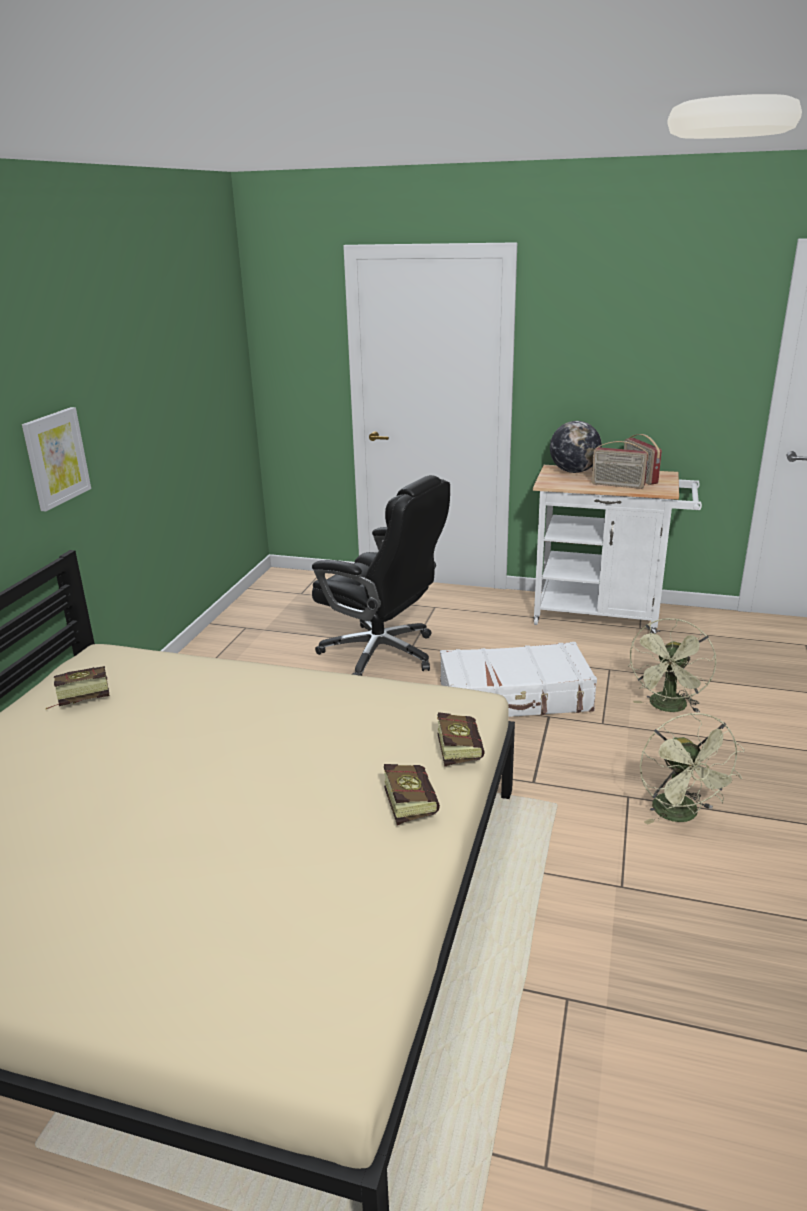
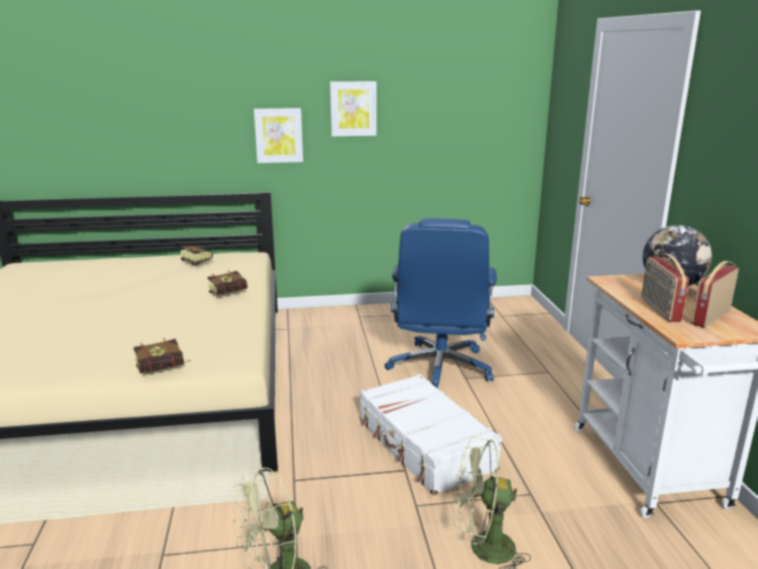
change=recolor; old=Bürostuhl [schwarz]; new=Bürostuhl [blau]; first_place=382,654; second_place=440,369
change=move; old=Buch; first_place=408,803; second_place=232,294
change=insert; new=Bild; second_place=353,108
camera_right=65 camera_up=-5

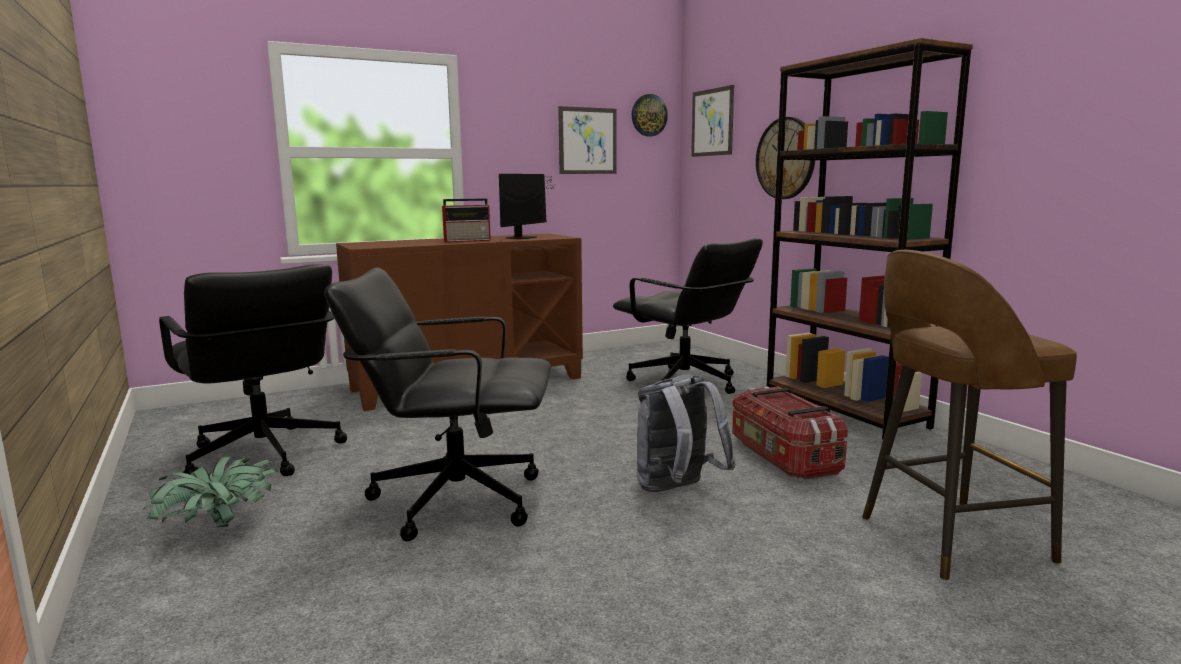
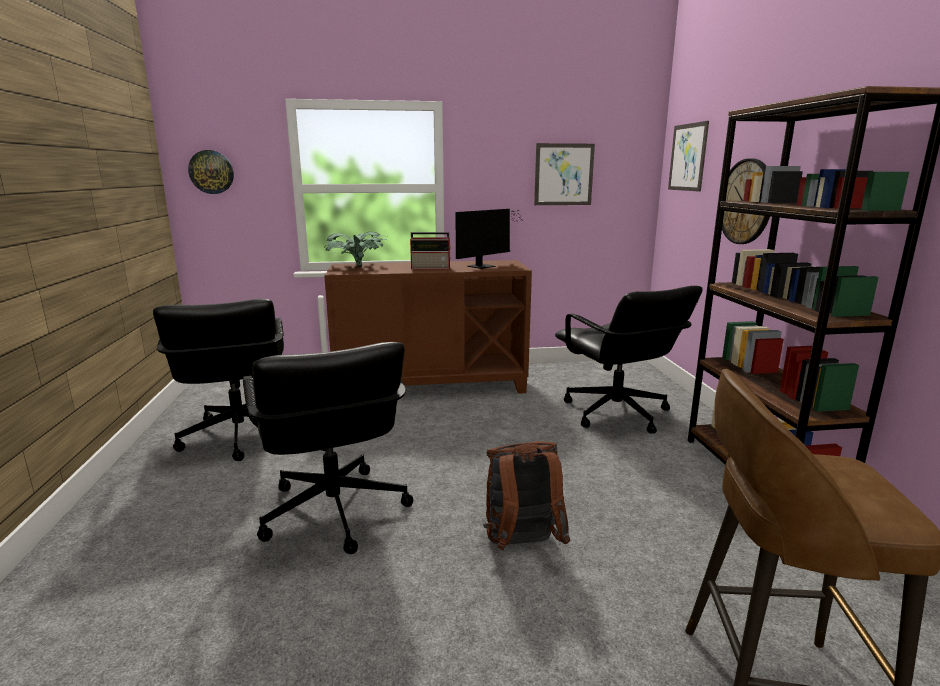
change=move; old=Topfpflanze; first_place=218,528; second_place=357,266
change=rotate; old=Bürostuhl [schwarz]; first_place=455,499; second_place=333,512; degrees=-135
change=move; old=Wanduhr; first_place=648,115; second_place=211,172
change=recolor; old=Rucksack [grau]; new=Rucksack [braun]; first_place=677,490; second_place=521,545
change=delete; old=Aufbewahrungsbox; first_place=782,457
camera_right=20 camera_up=5

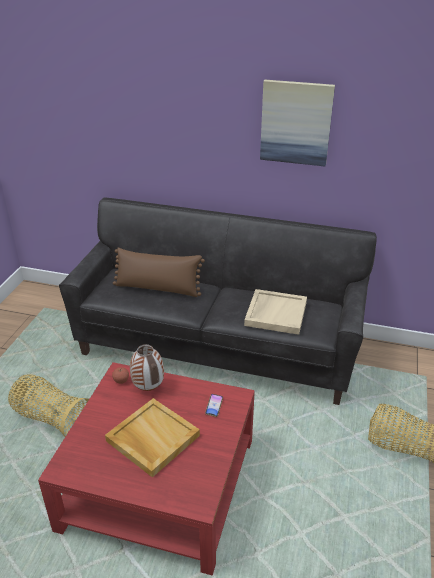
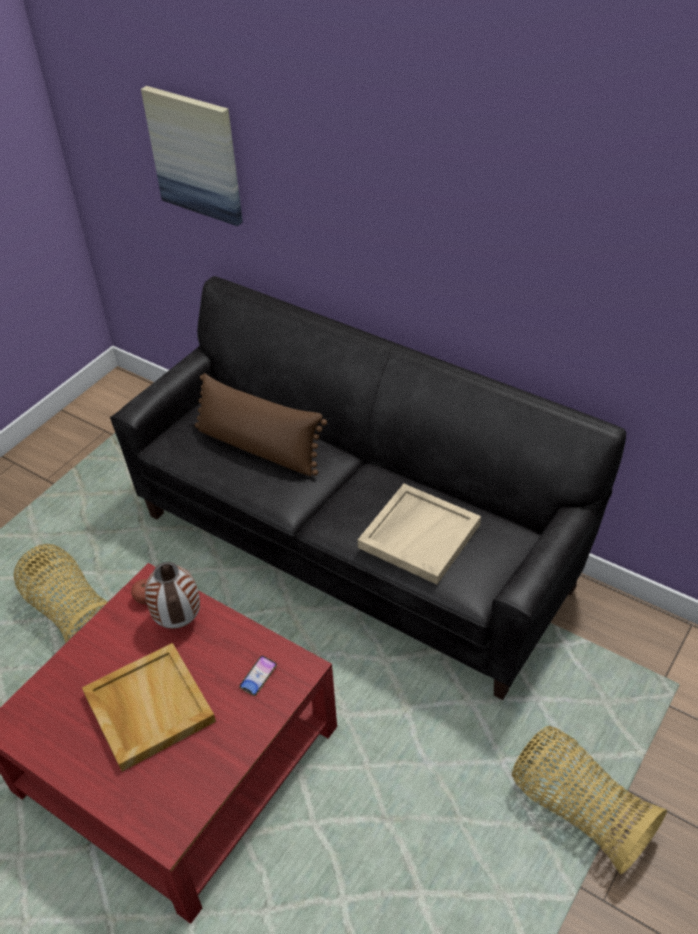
change=move; old=Bild; first_place=296,123; second_place=195,155
camera_right=20 camera_up=10

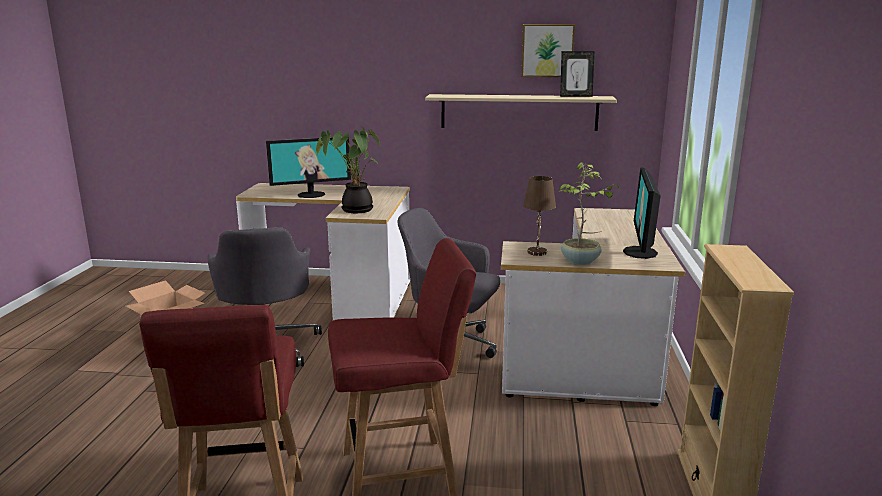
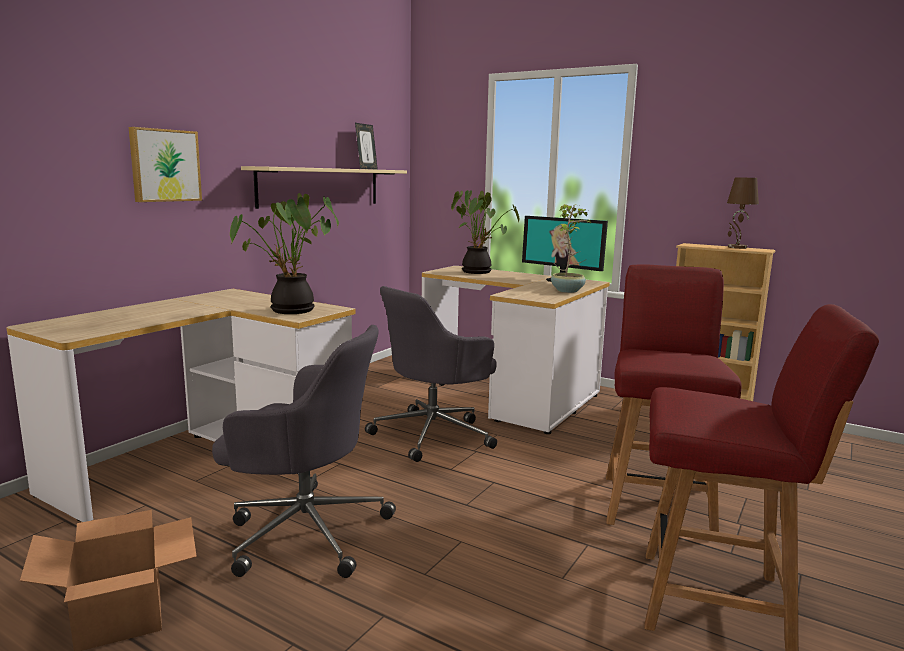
change=delete; old=Monitor; first_place=311,194
change=move; old=Bild; first_place=547,50; second_place=164,165
change=move; old=Tischlampe [braun]; first_place=537,252; second_place=736,247
change=insert; new=Topfpflanze; second_place=479,272
camera_right=-65 camera_up=-5

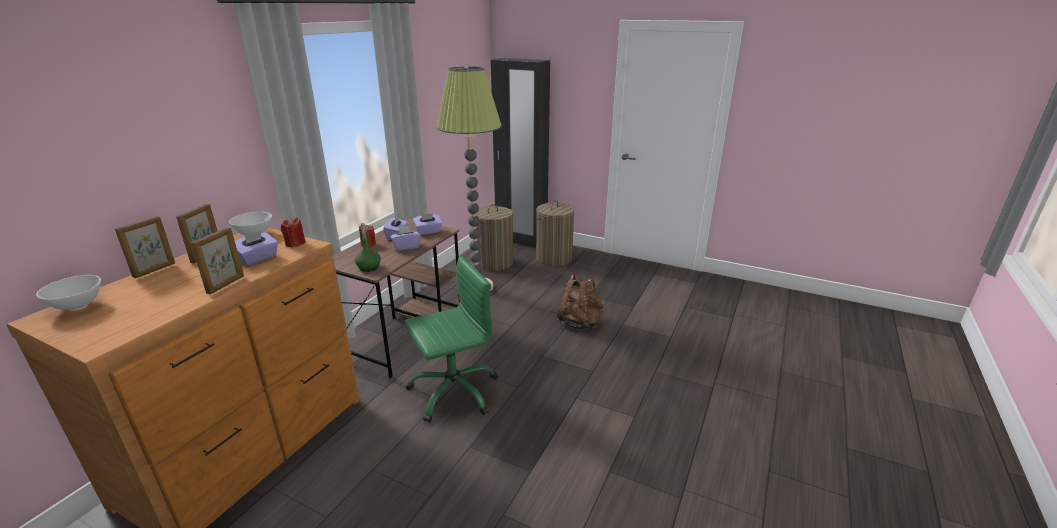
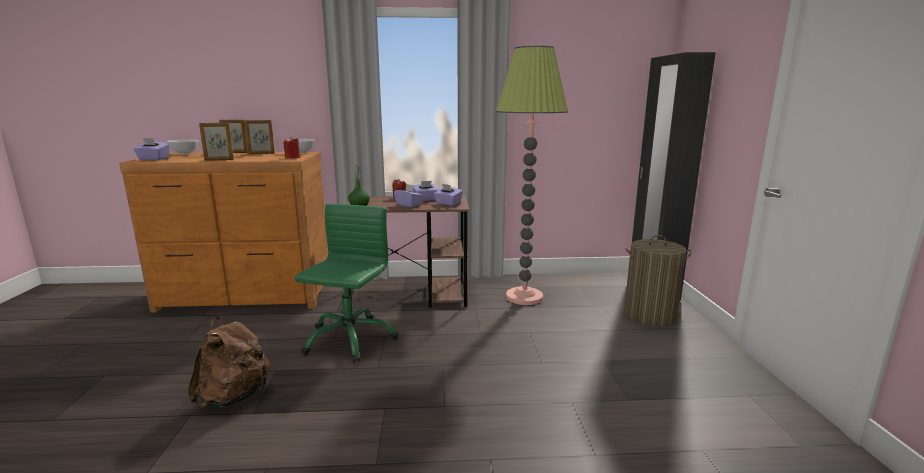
change=move; old=Taschentuchbox [lila]; first_place=258,259; second_place=153,159
change=rotate; old=Bürostuhl [grün]; first_place=453,391; second_place=349,339; degrees=-105
change=delete; old=Wäschekorb; first_place=495,262
change=move; old=Rucksack [braun]; first_place=579,323; second_place=234,397
camera_right=60 camera_up=-10

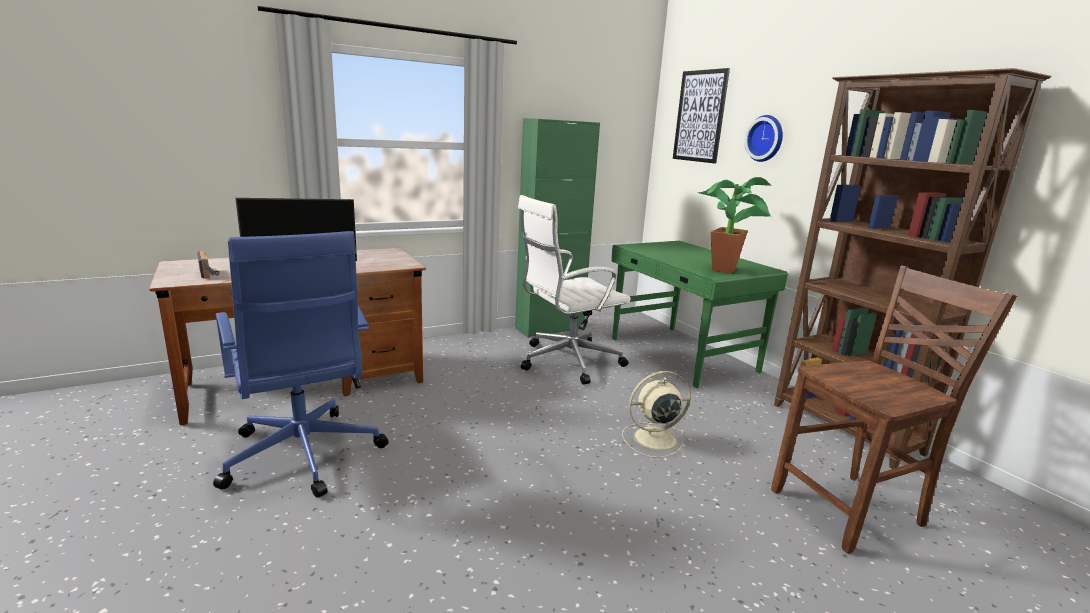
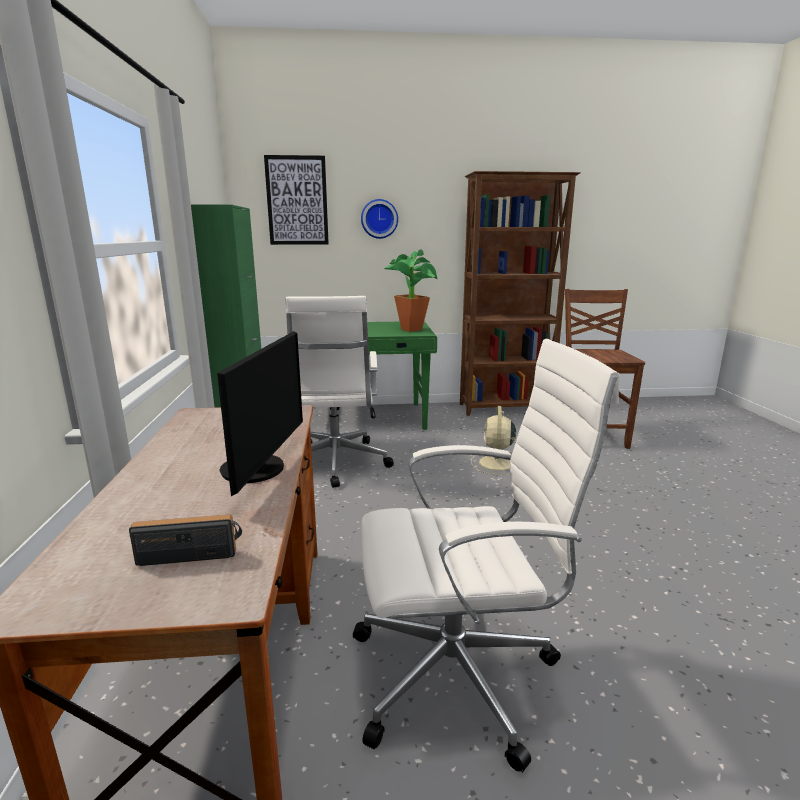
change=recolor; old=Bürostuhl [blau]; new=Bürostuhl [weiß]; first_place=303,457; second_place=460,673
camera_right=-65 camera_up=0

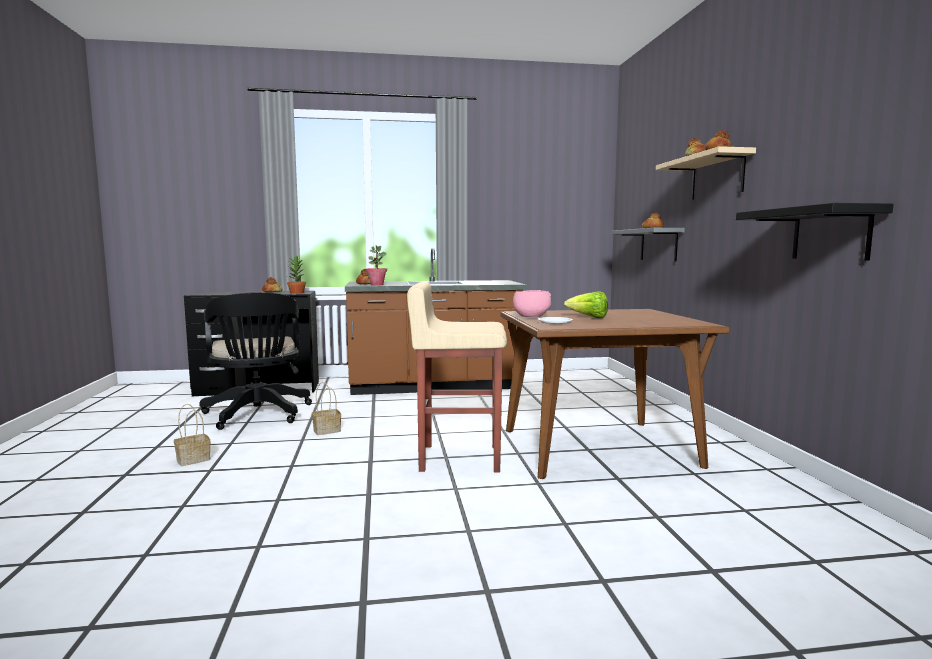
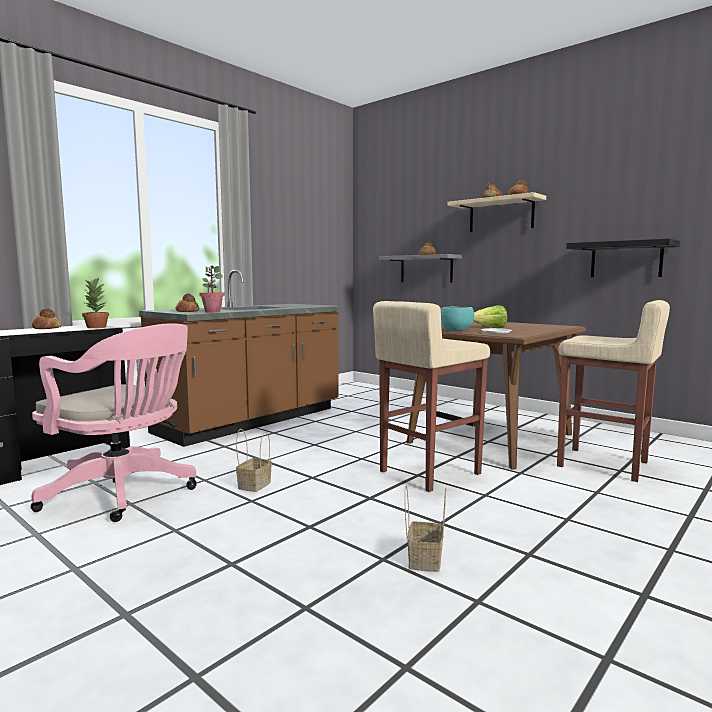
change=move; old=Korb; first_place=194,459; second_place=424,559
change=recolor; old=Bürostuhl [schwarz]; new=Bürostuhl [rosa]; first_place=258,415; second_place=124,493
change=recolor; old=Schüssel [rosa]; new=Schüssel [türkis]; first_place=530,317; second_place=455,331
change=insert; new=Hocker [beige]; second_place=604,465
camera_right=-40 camera_up=0

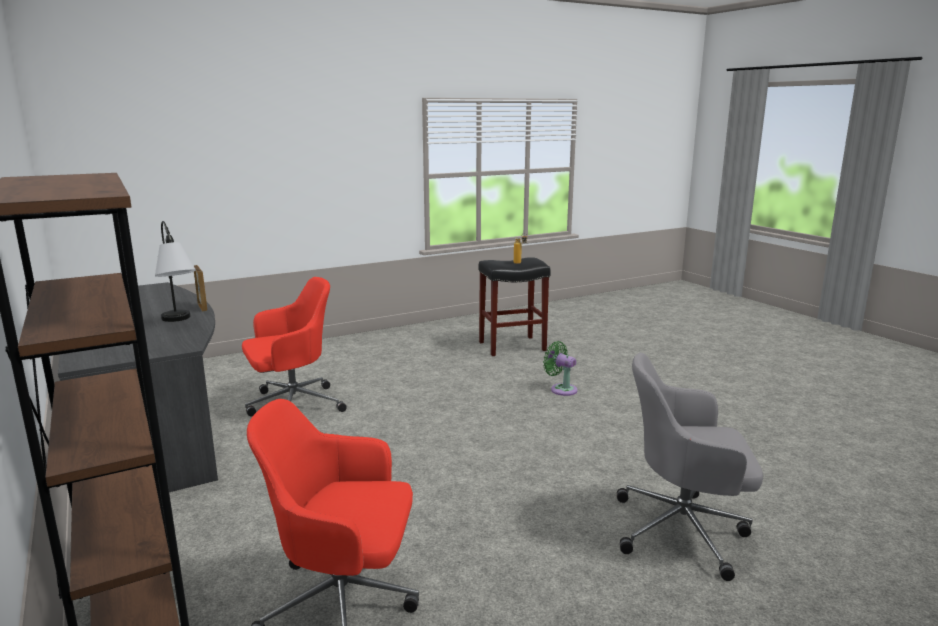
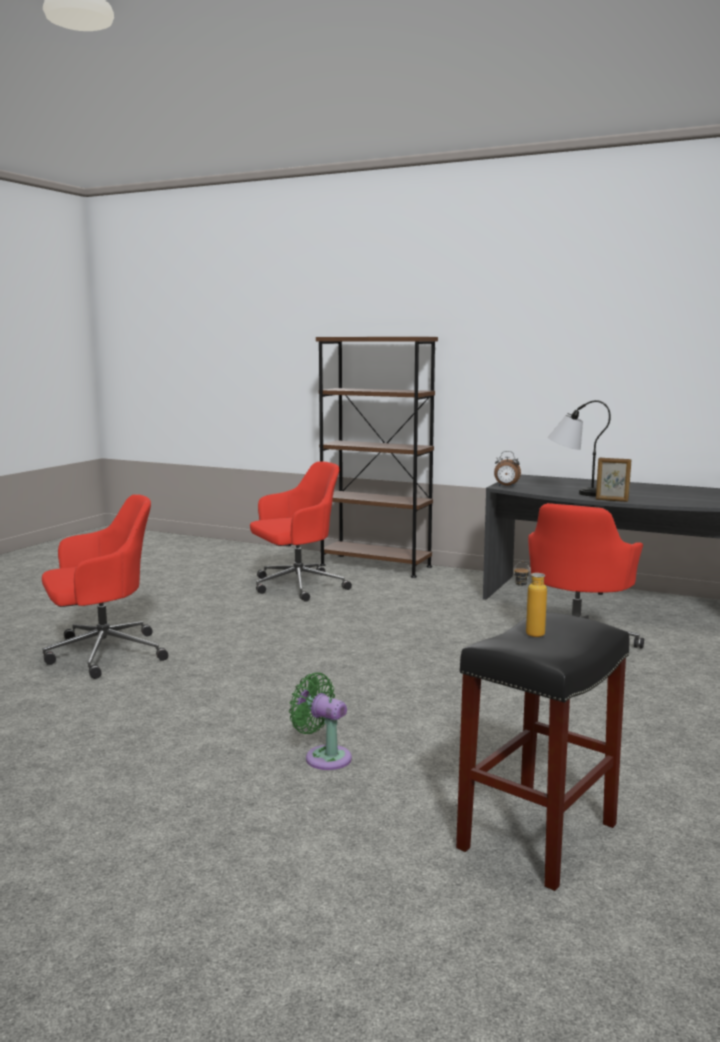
change=rotate; old=Ventilator [grün]; first_place=561,389; second_place=324,757; degrees=-150
change=recolor; old=Bürostuhl [grau]; new=Bürostuhl [rot]; first_place=683,530; second_place=102,654
change=insert; new=Wecker; second_place=506,486
camera_right=145 camera_up=-5

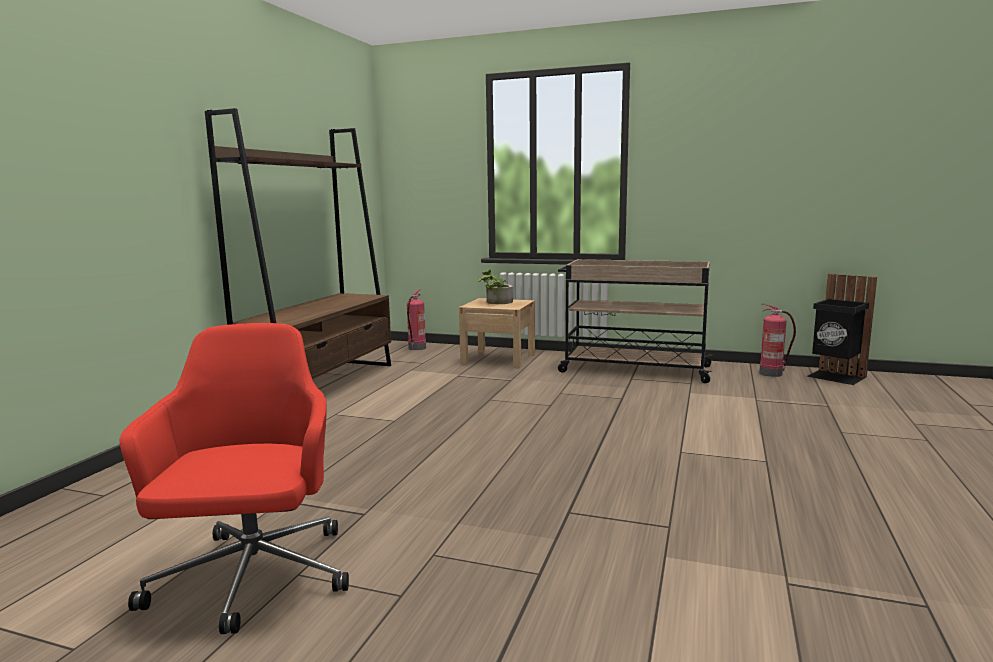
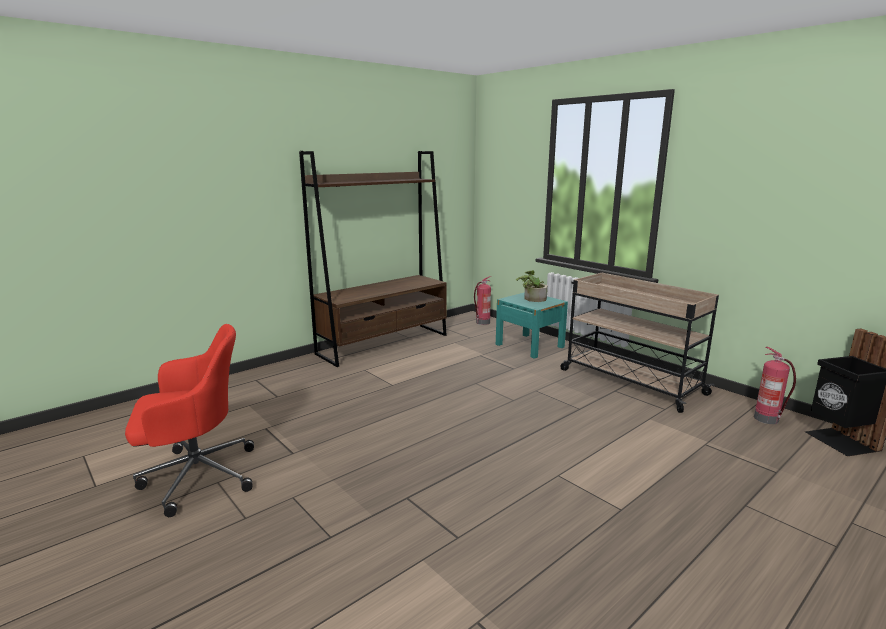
change=rotate; old=Bürostuhl [rot]; first_place=252,579; second_place=196,476; degrees=45
change=recolor; old=Nachttisch [beige]; new=Nachttisch [türkis]; first_place=498,359; second_place=529,345
camera_right=30 camera_up=5

